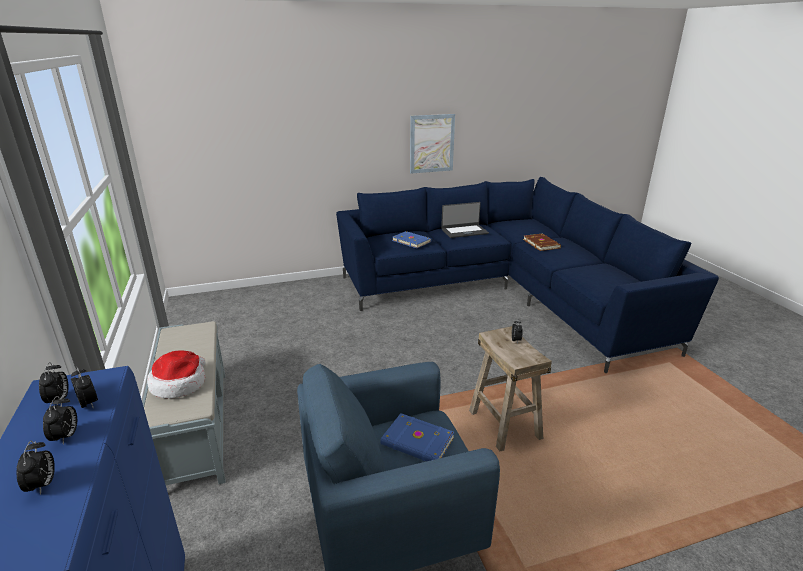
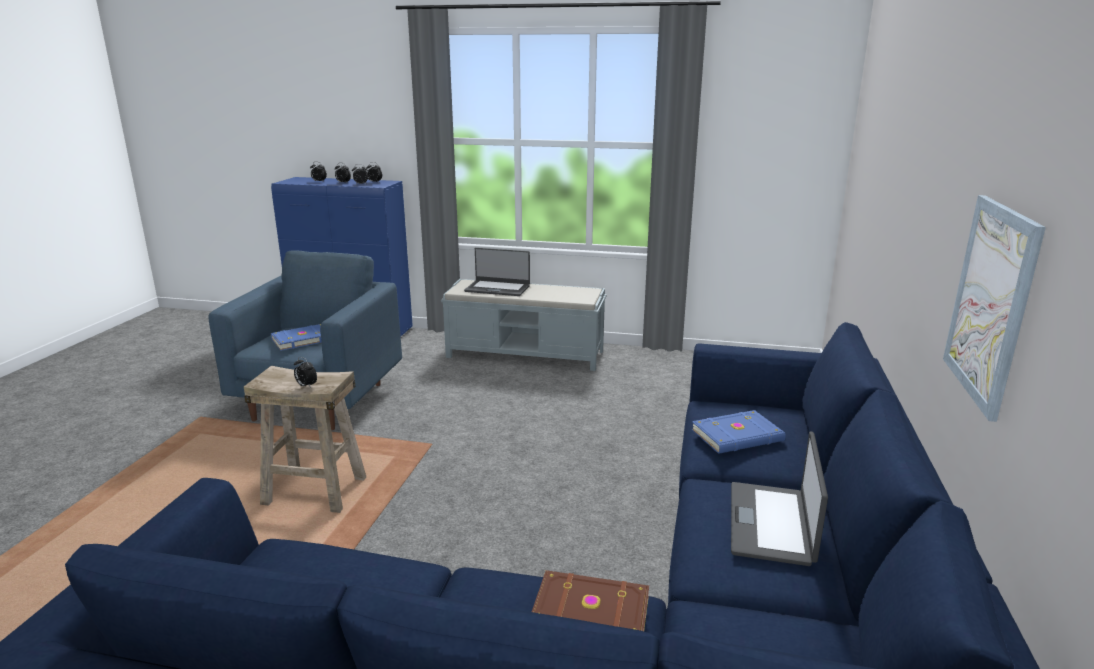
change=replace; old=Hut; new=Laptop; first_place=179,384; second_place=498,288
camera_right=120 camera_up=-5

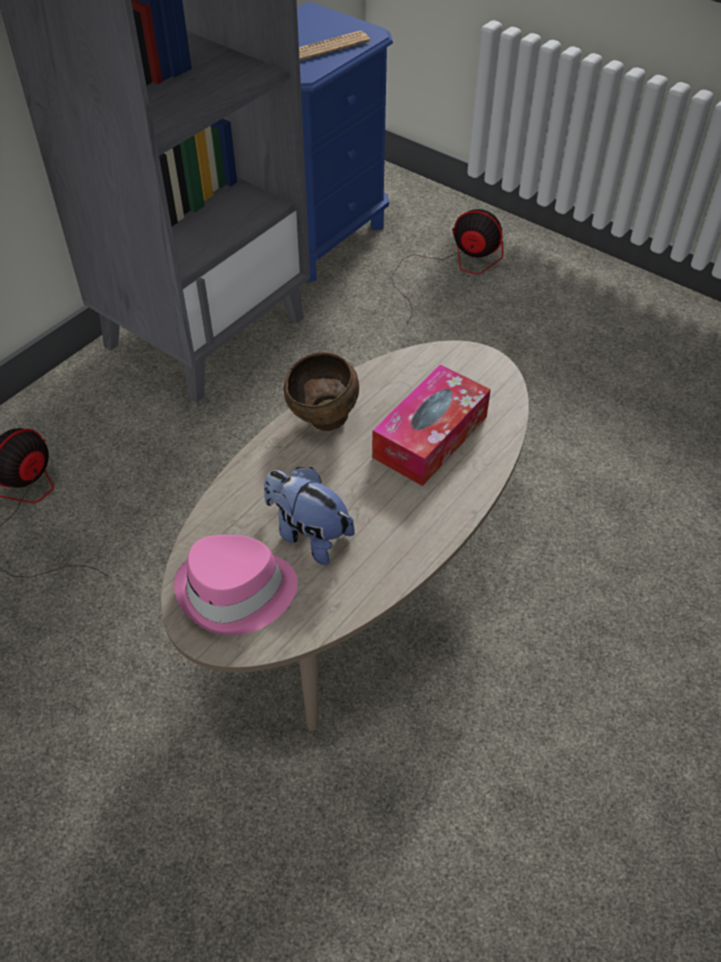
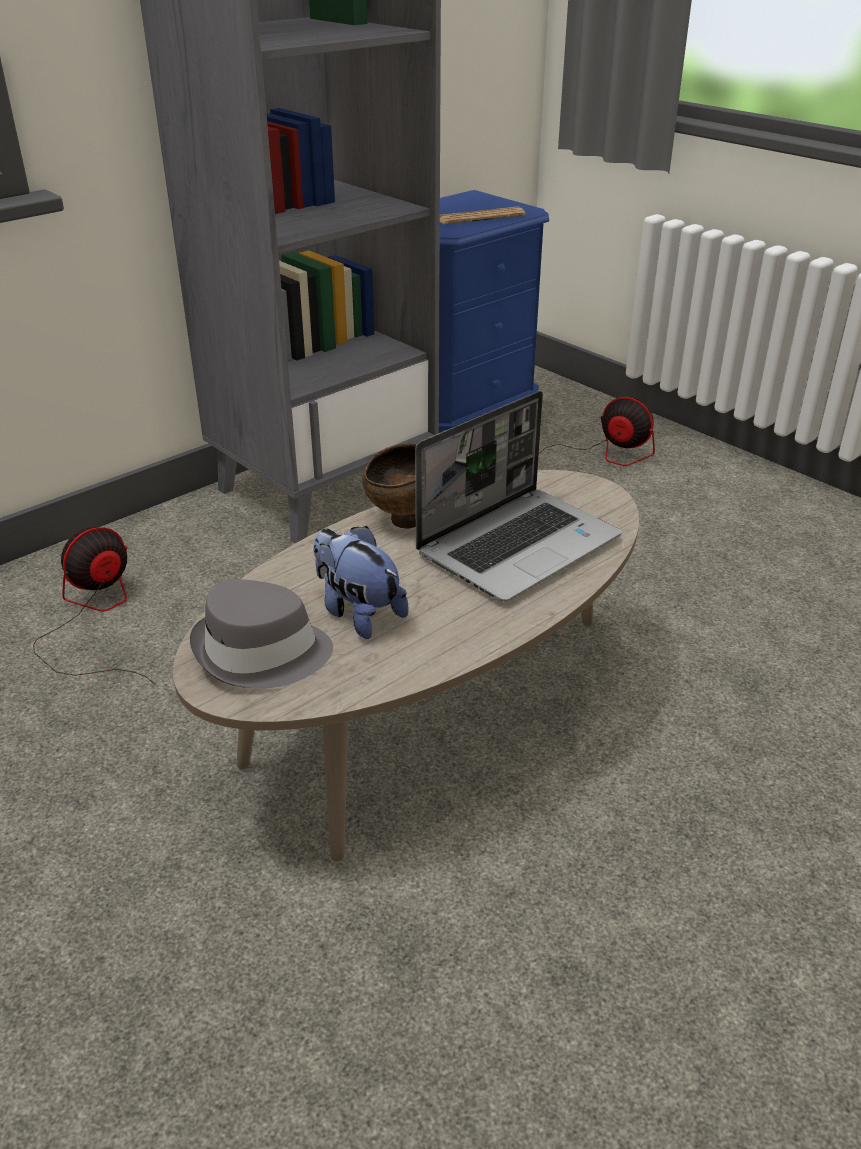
change=recolor; old=Hut [rosa]; new=Hut [grau]; first_place=237,592; second_place=261,653
change=replace; old=Taschentuchbox; new=Laptop; first_place=430,437; second_place=519,545
camera_right=10 camera_up=-15

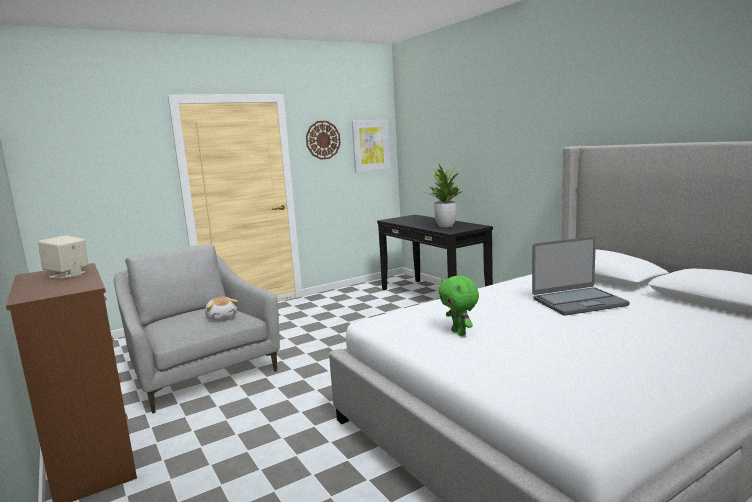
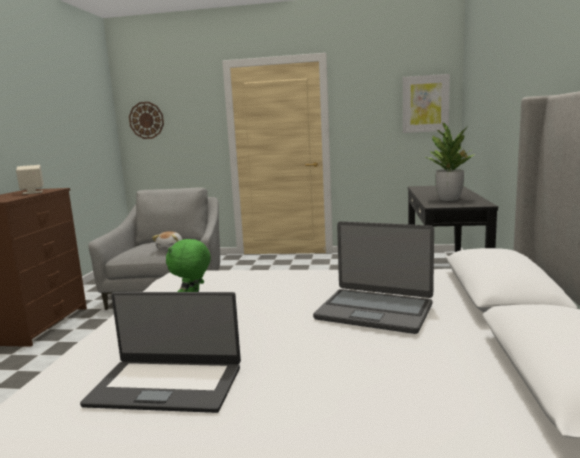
change=move; old=Wanduhr; first_place=323,140; second_place=146,120
change=insert; new=Laptop; second_place=167,384
camera_right=40 camera_up=0

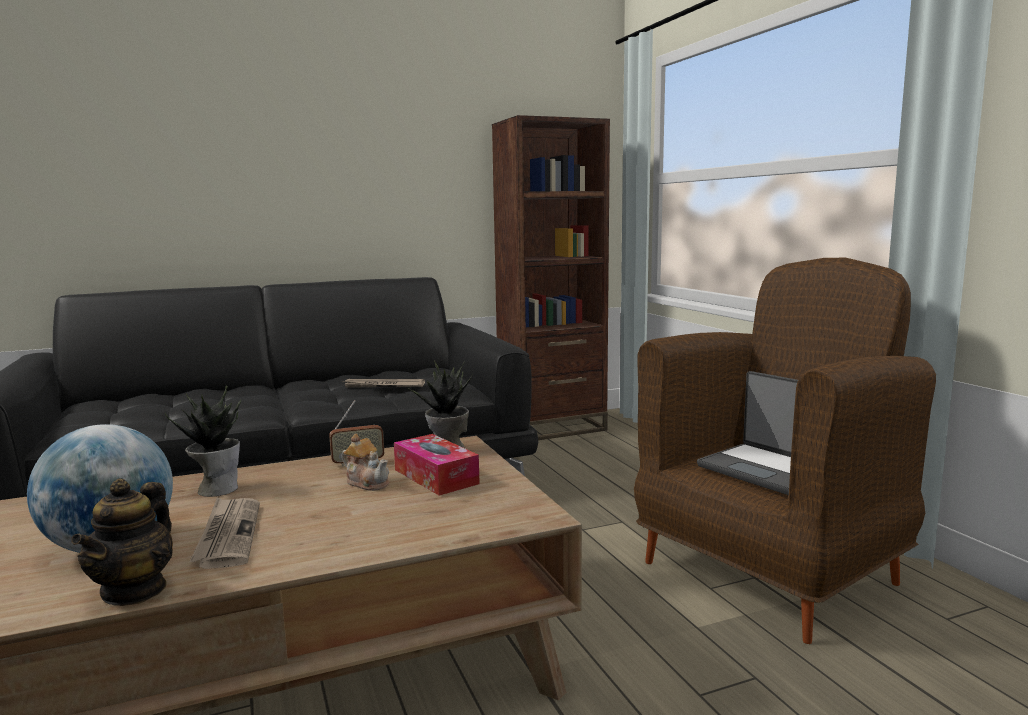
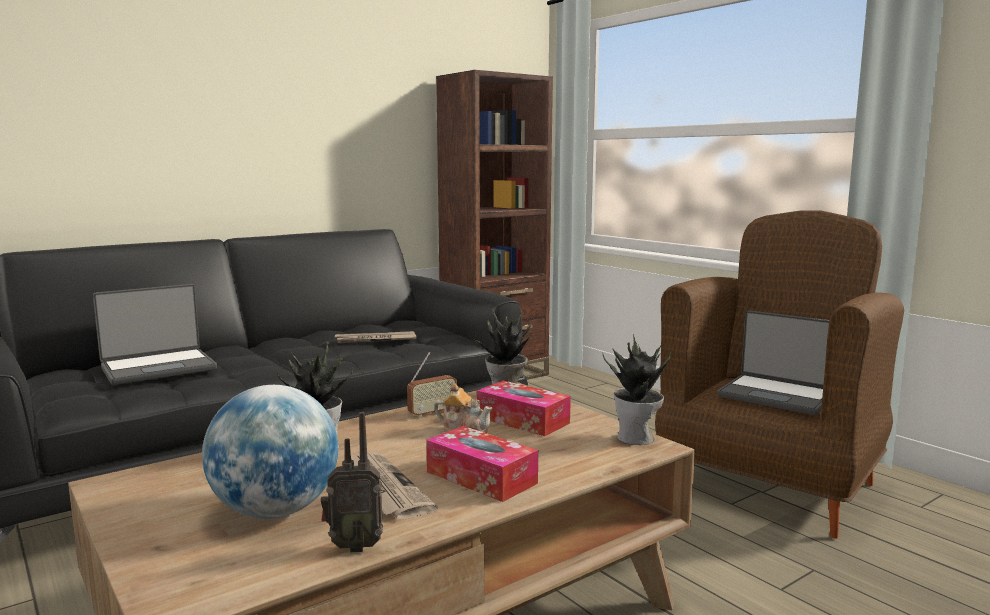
change=replace; old=Teekanne; new=Radio; first_place=134,590; second_place=354,546
change=insert; new=Laptop; second_place=158,368
change=insert; new=Taschentuchbox; second_place=481,477
change=insert; new=Topfpflanze; second_place=637,438
camera_right=-15 camera_up=0

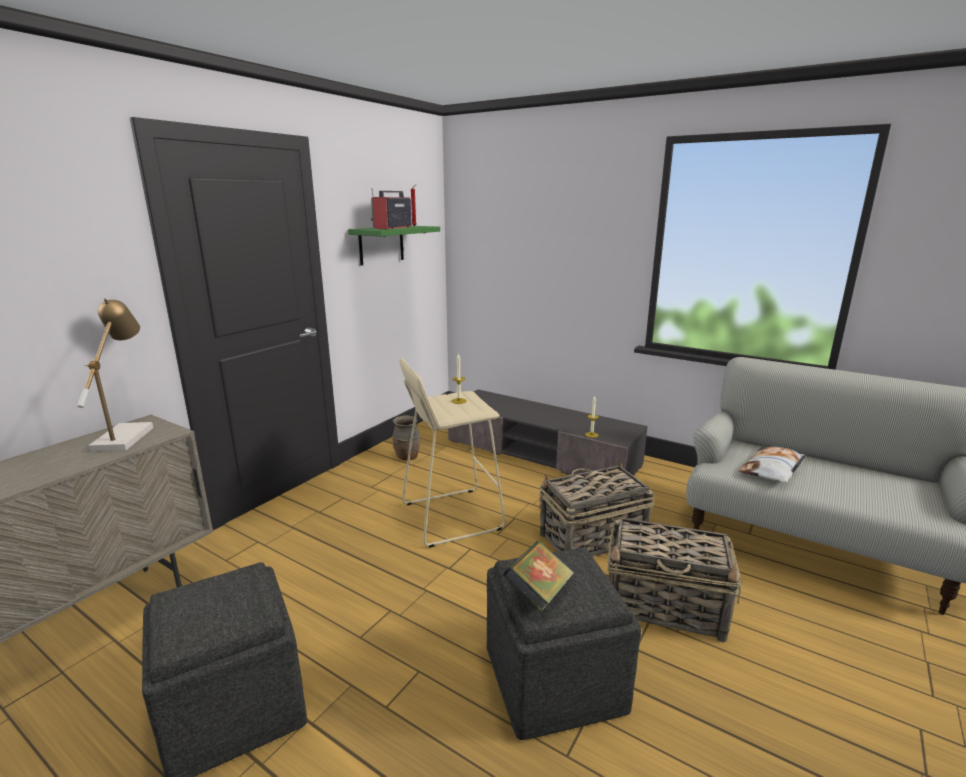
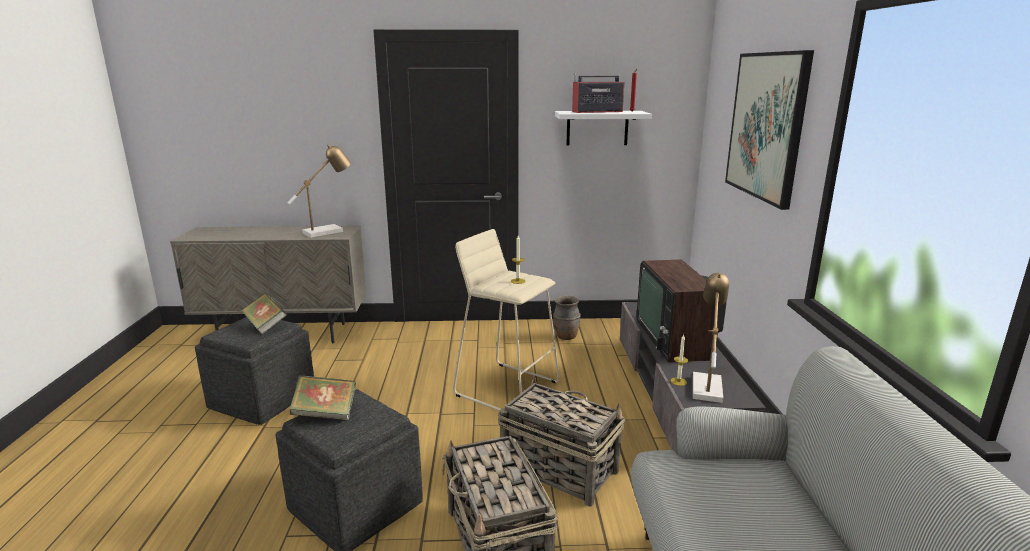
change=recolor; old=Wandregal [grün]; new=Wandregal [weiß]; first_place=381,245; second_place=597,128
change=delete; old=Kissen; first_place=772,470
change=insert; new=Buch; second_place=265,326
change=insert; new=Fernseher; second_place=677,338
change=insert; new=Tischlampe; second_place=705,385
change=insert; new=Bild; second_place=766,126
camera_right=55 camera_up=0

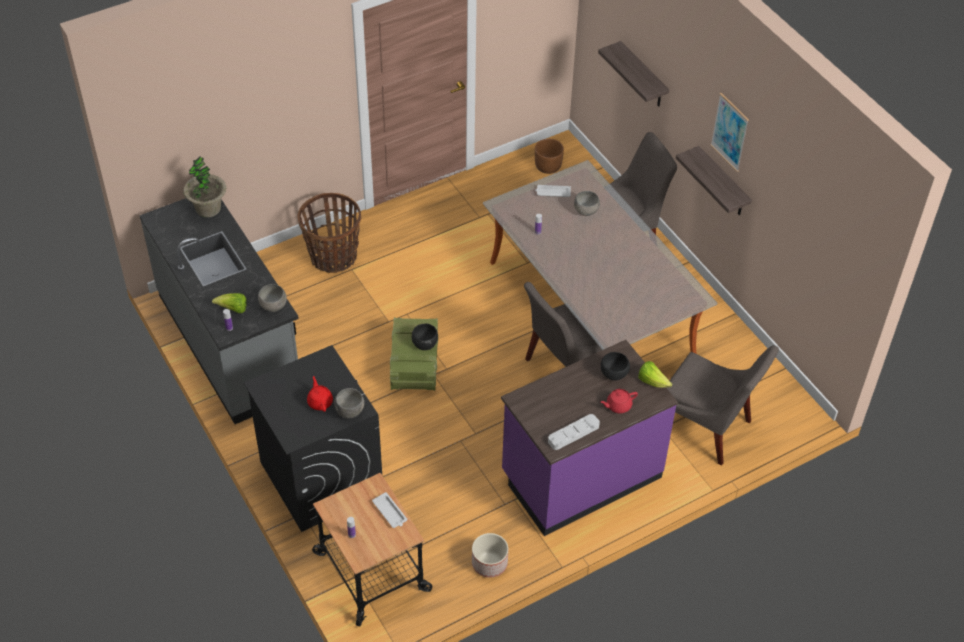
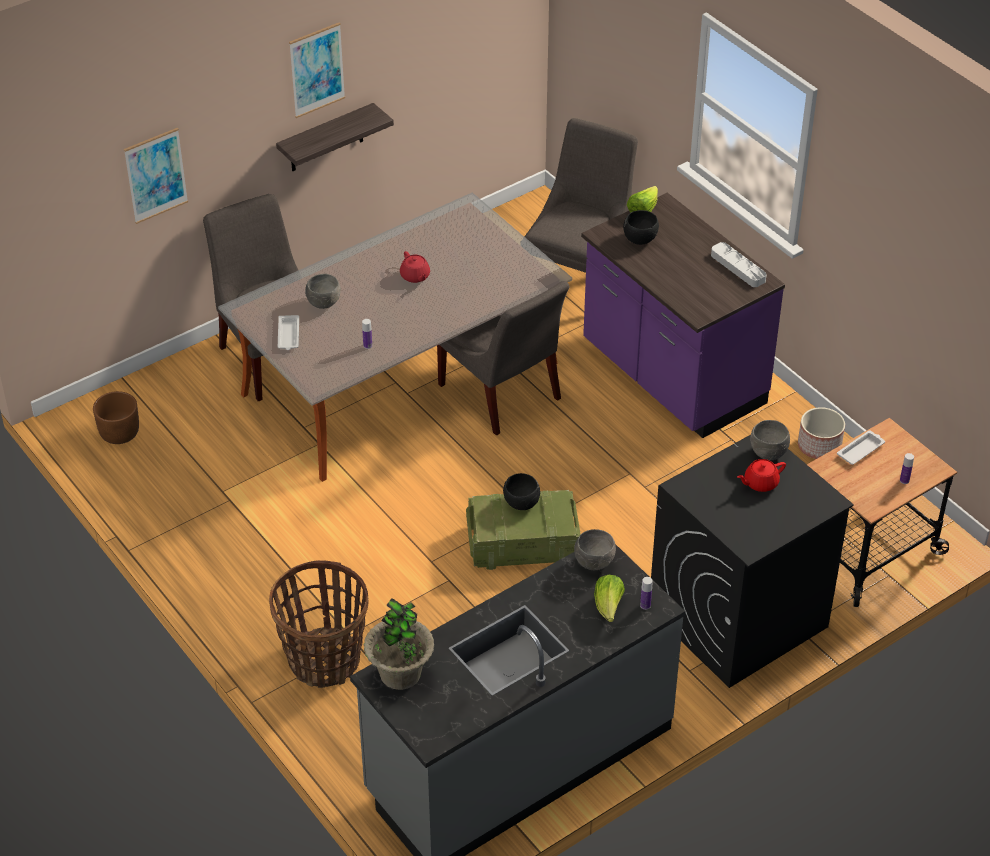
change=replace; old=Wandregal; new=Bild; first_place=643,76; second_place=156,175
change=move; old=Teekanne [rot]; first_place=618,406; second_place=415,276
camera_right=-95 camera_up=-5

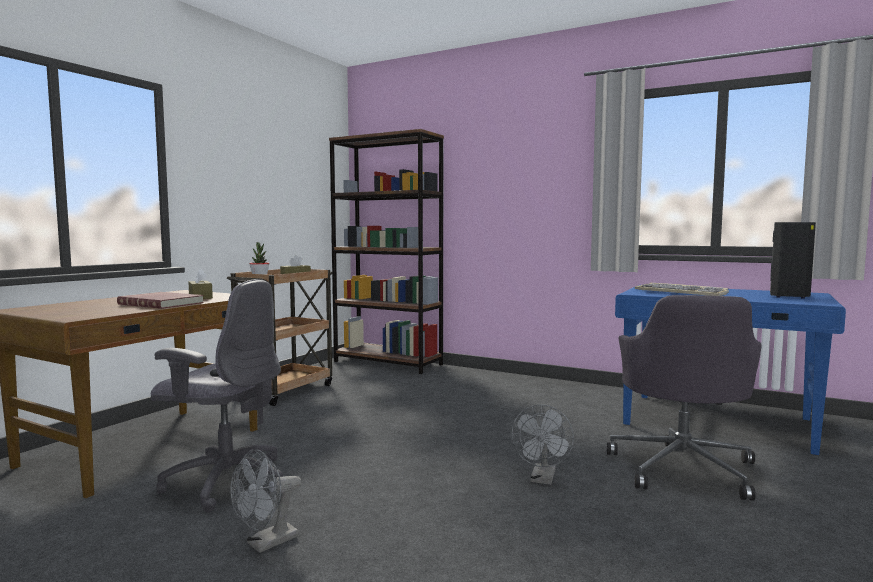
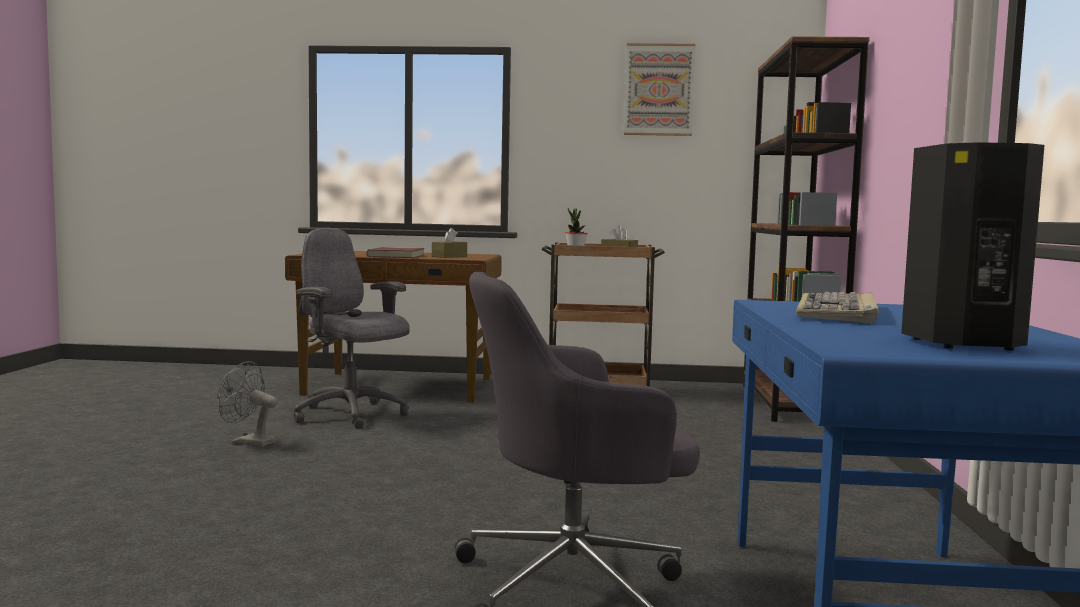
change=rotate; old=Bürostuhl [grau]; first_place=226,481; second_place=351,415; degrees=135
change=delete; old=Ventilator [grau]; first_place=542,479
change=insert; new=Bild; second_place=659,90
camera_right=65 camera_up=0

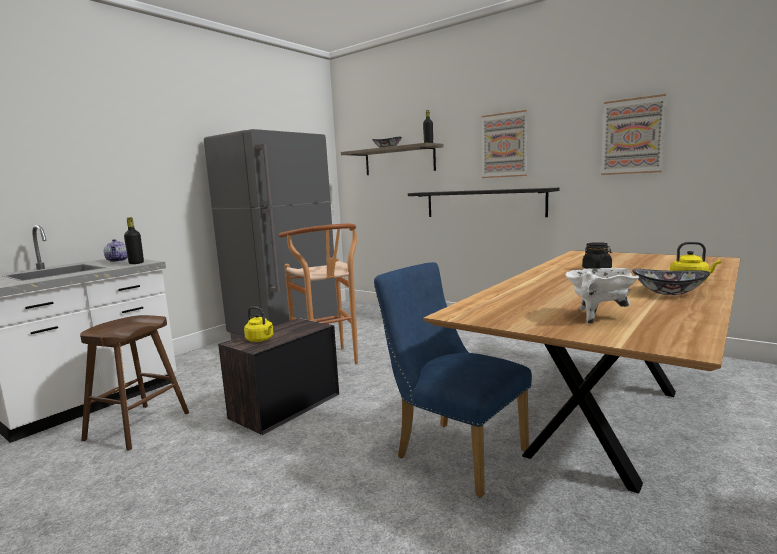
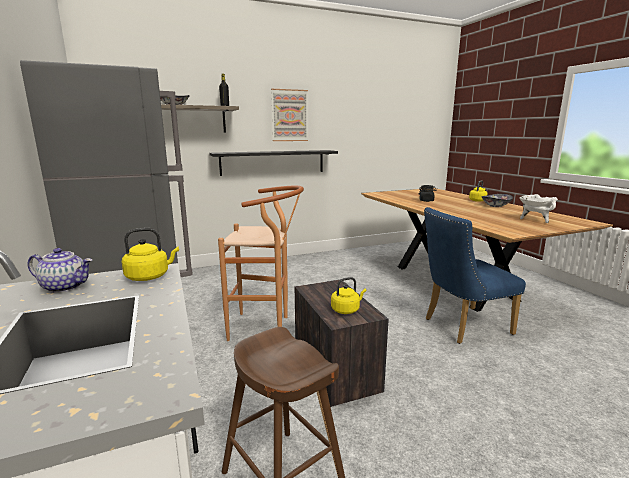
change=replace; old=Flasche [schwarz]; new=Wasserkessel [gelb]; first_place=136,263; second_place=150,276
change=delete; old=Bild; first_place=632,136
camera_right=-60 camera_up=5

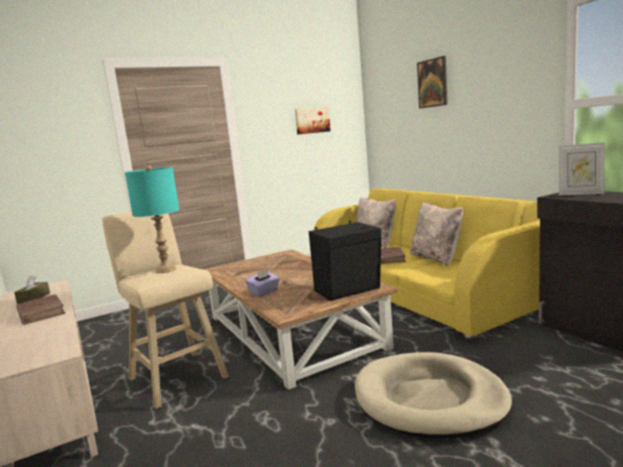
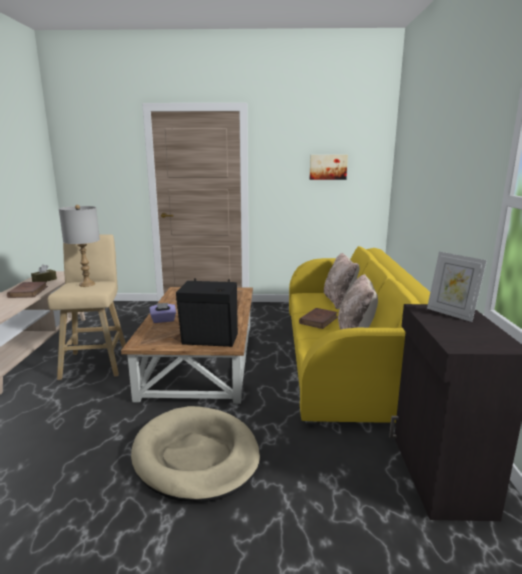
change=recolor; old=Tischlampe [türkis]; new=Tischlampe [grau]; first_place=165,270; second_place=86,284
change=delete; old=Bild; first_place=432,83
camera_right=30 camera_up=5

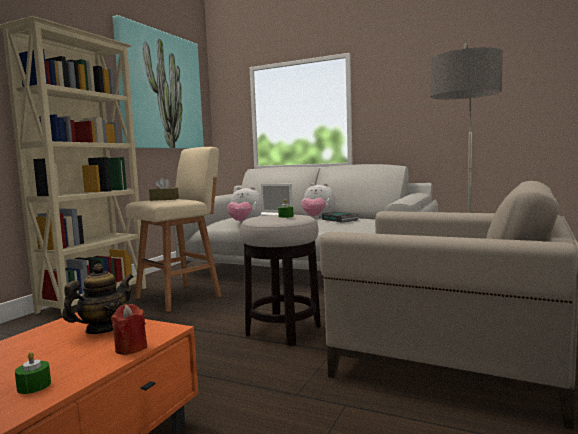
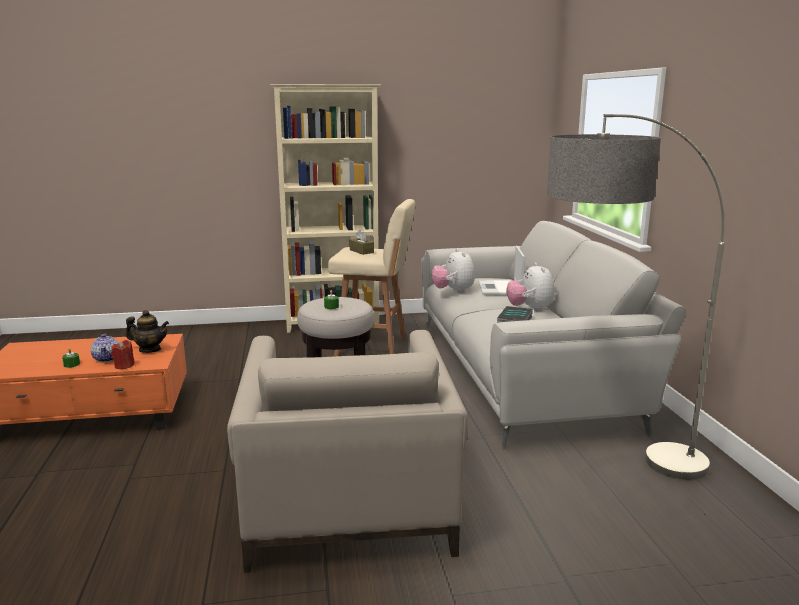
change=delete; old=Bild; first_place=160,91
change=insert; new=Teekanne; second_place=107,358
camera_right=55 camera_up=10

